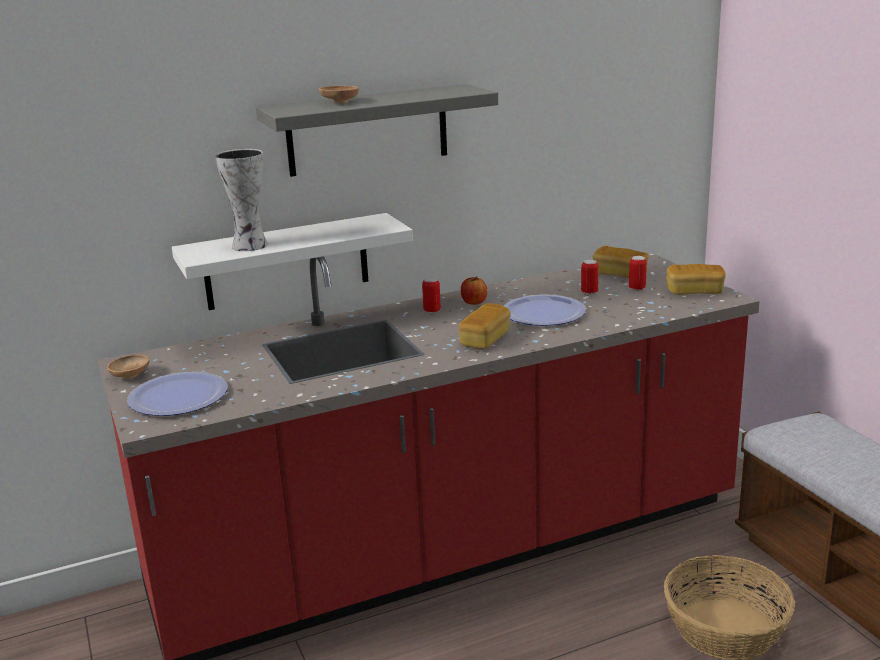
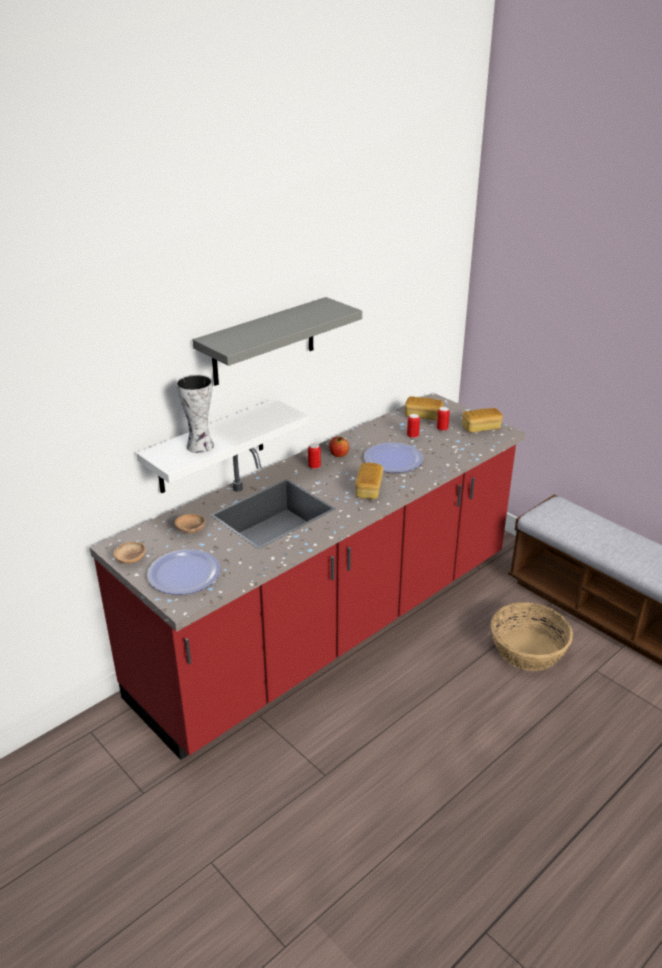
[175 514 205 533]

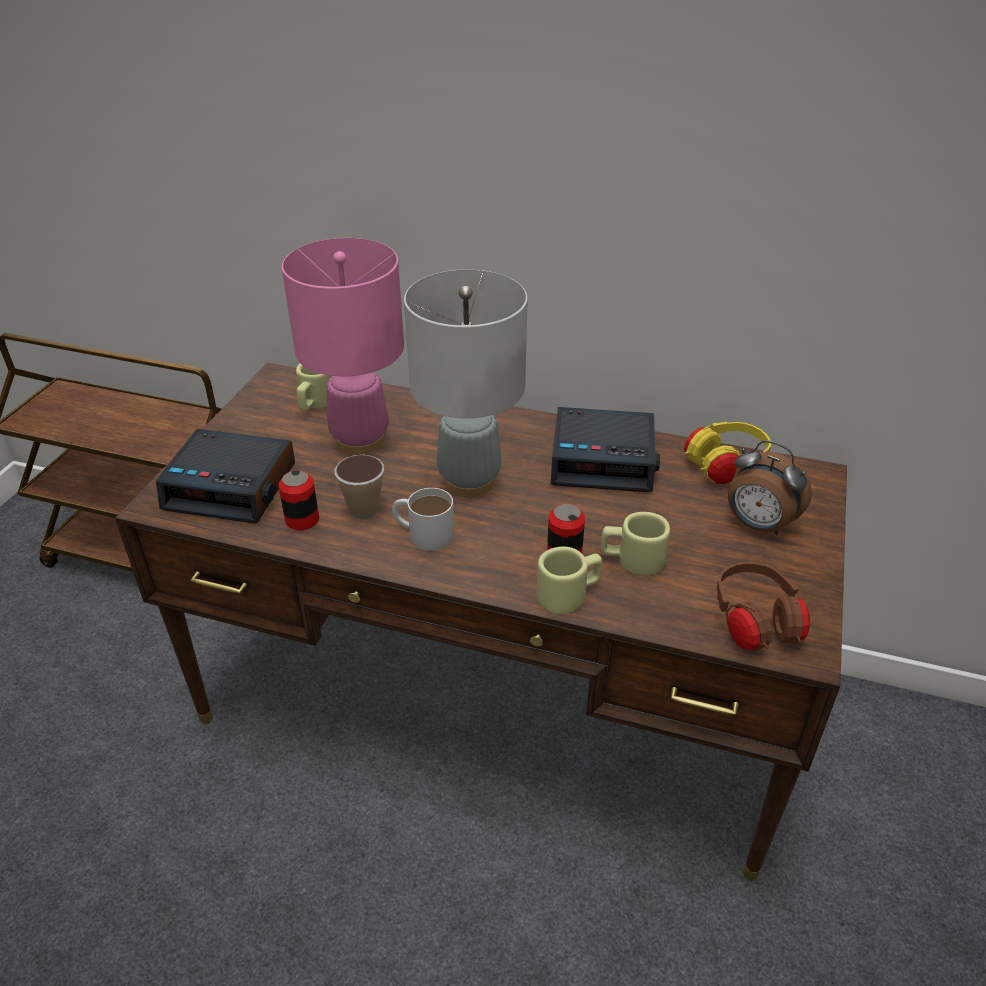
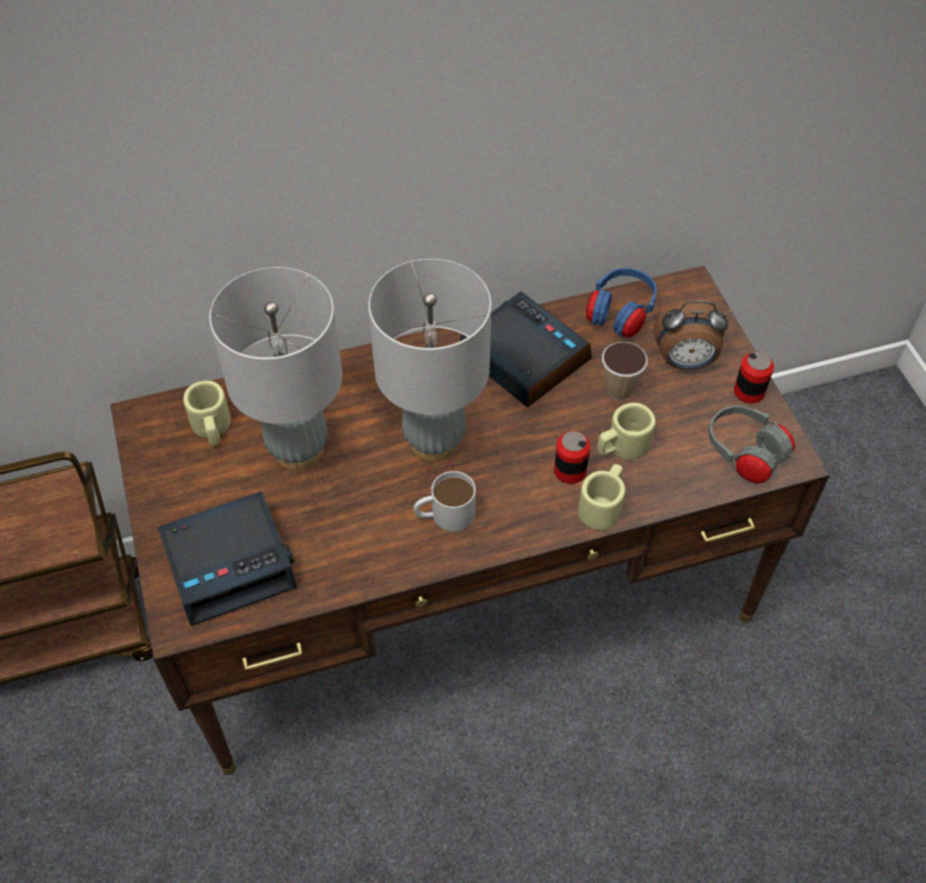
[734 352 774 404]
[209 267 342 470]
[602 342 648 400]
[460 292 592 408]
[586 268 657 338]
[708 405 795 484]

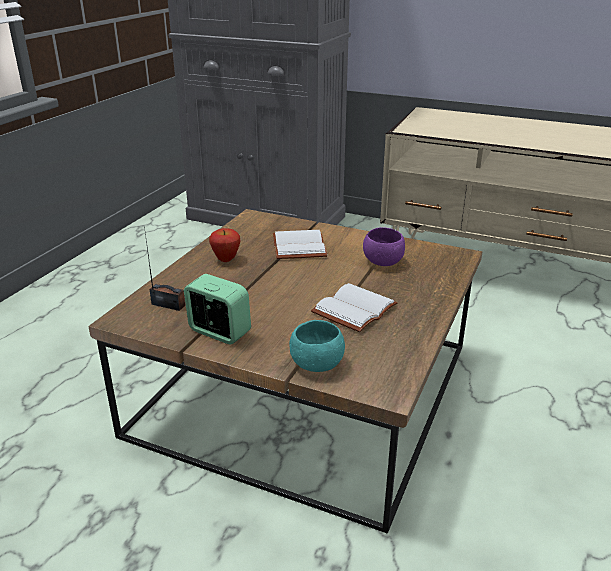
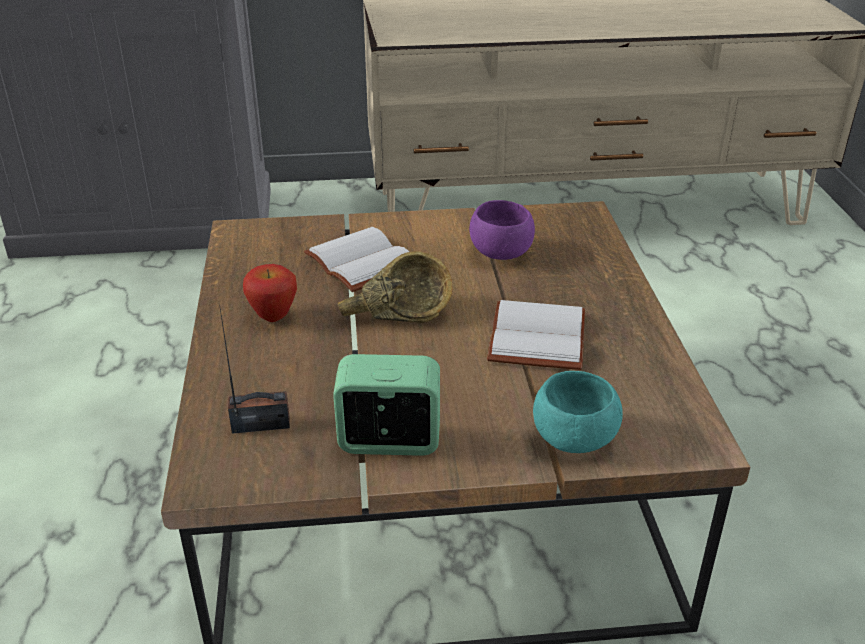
[338 251 453 323]

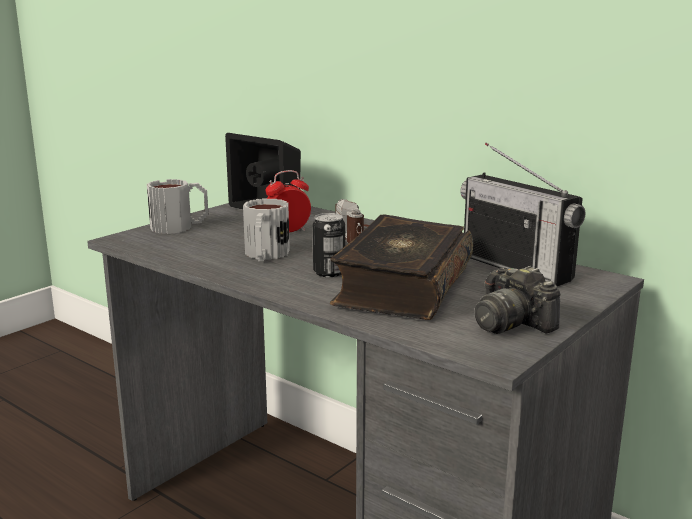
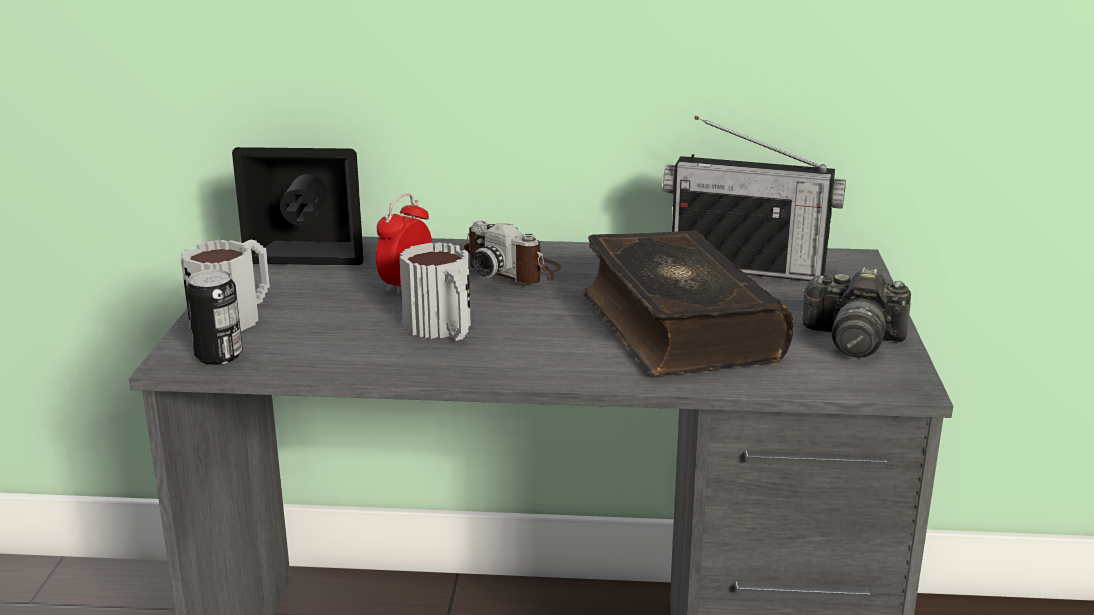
[186 269 243 365]

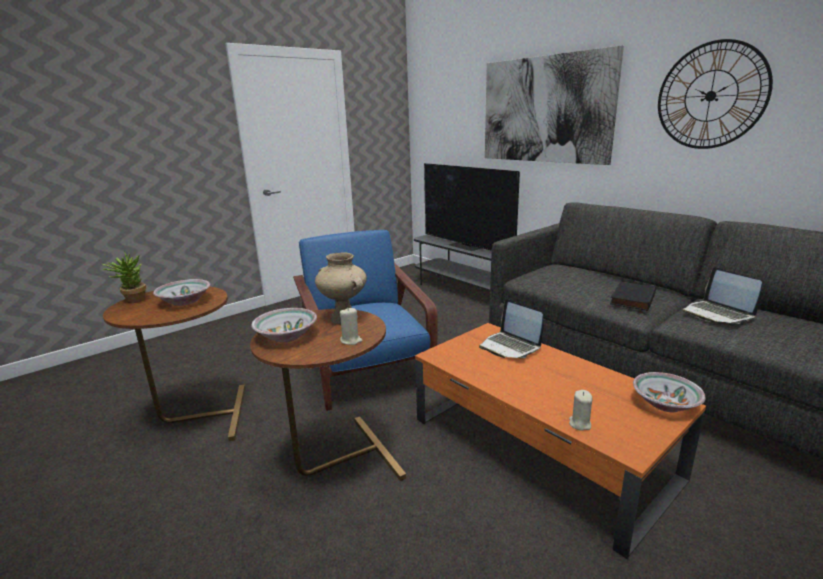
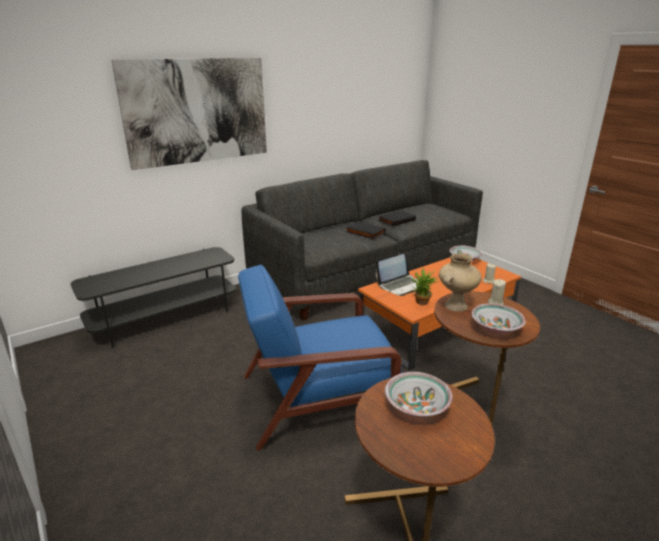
[412 267 439 305]
[424 163 520 251] (first image)
[658 39 773 149] (first image)
[379 210 416 226]

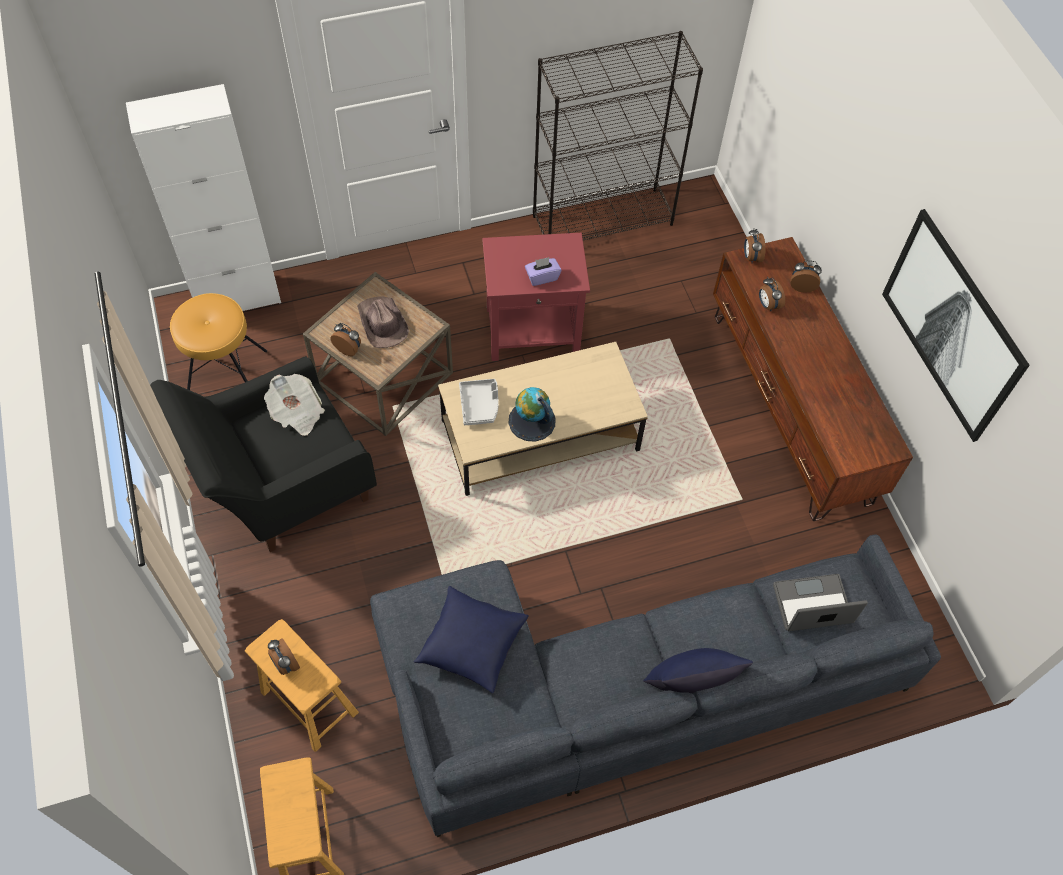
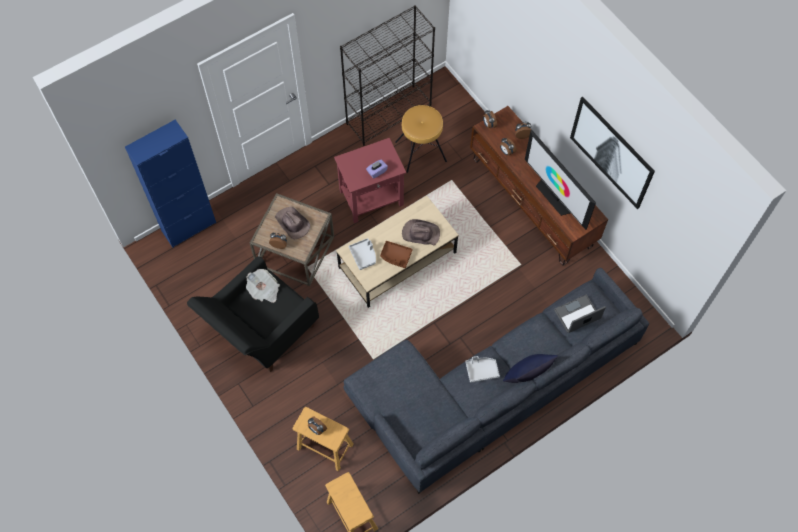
[125 120 216 247]
[395 105 447 173]
[413 586 529 694] (first image)
[380 241 413 268]
[402 219 440 246]
[465 356 500 383]
[525 130 596 230]

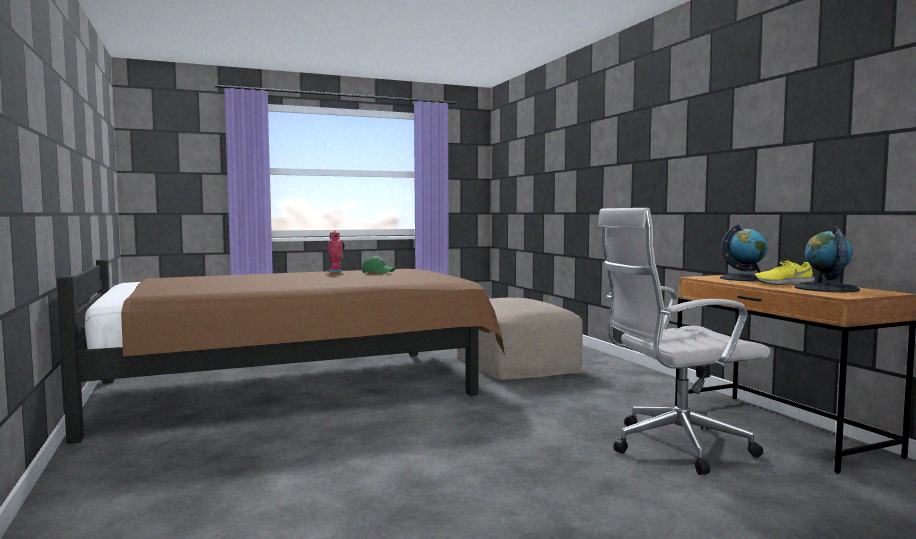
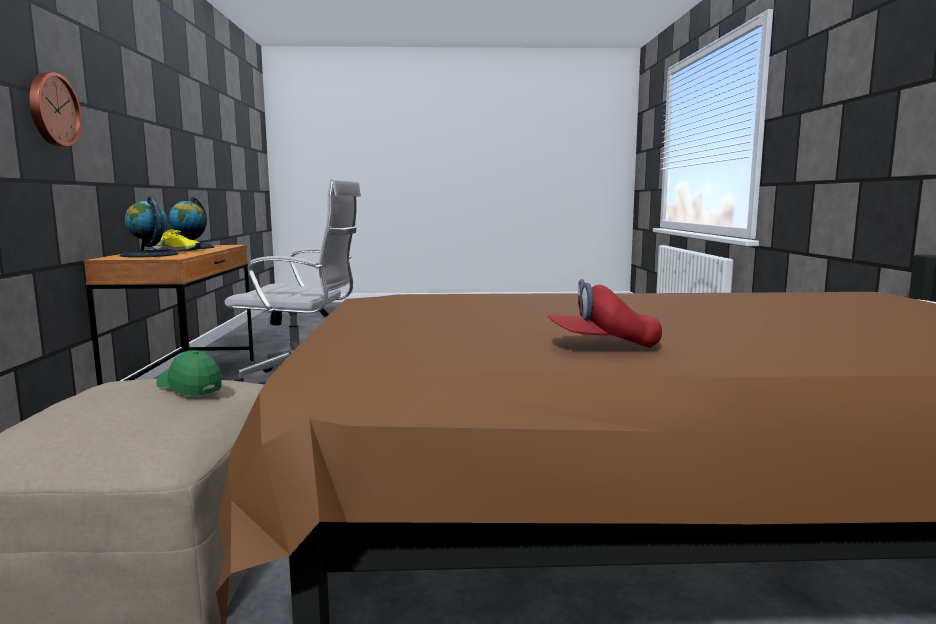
[548 279 662 348]
[156 350 222 396]
[29 72 82 147]

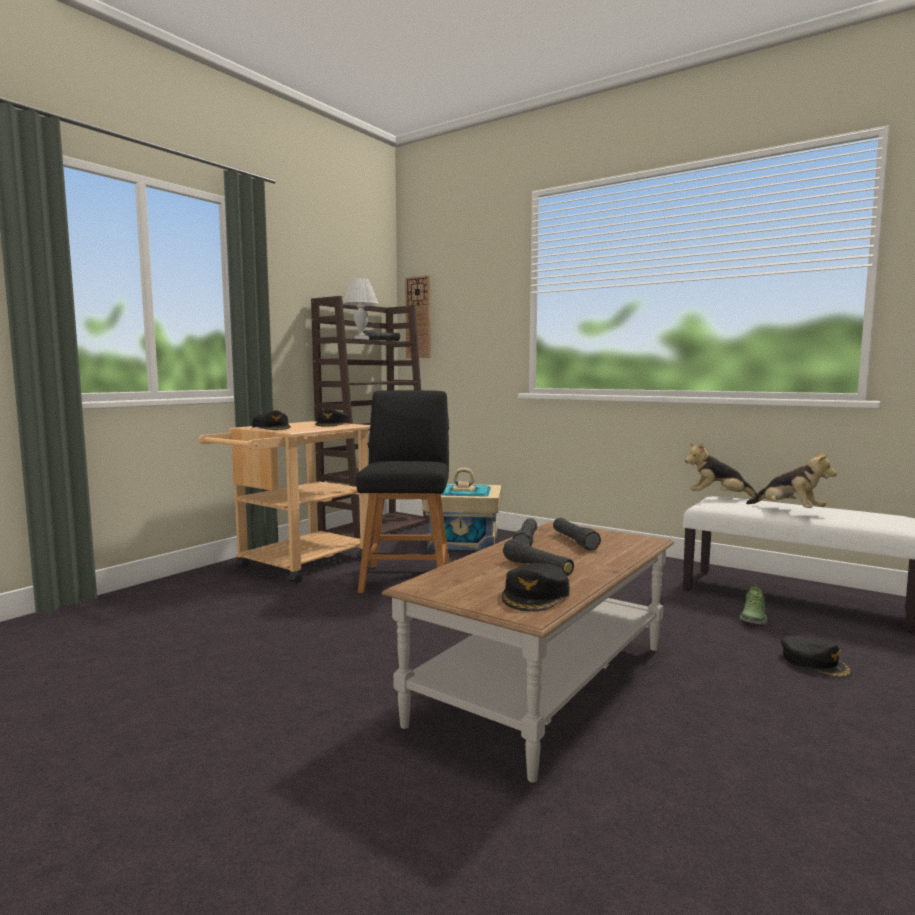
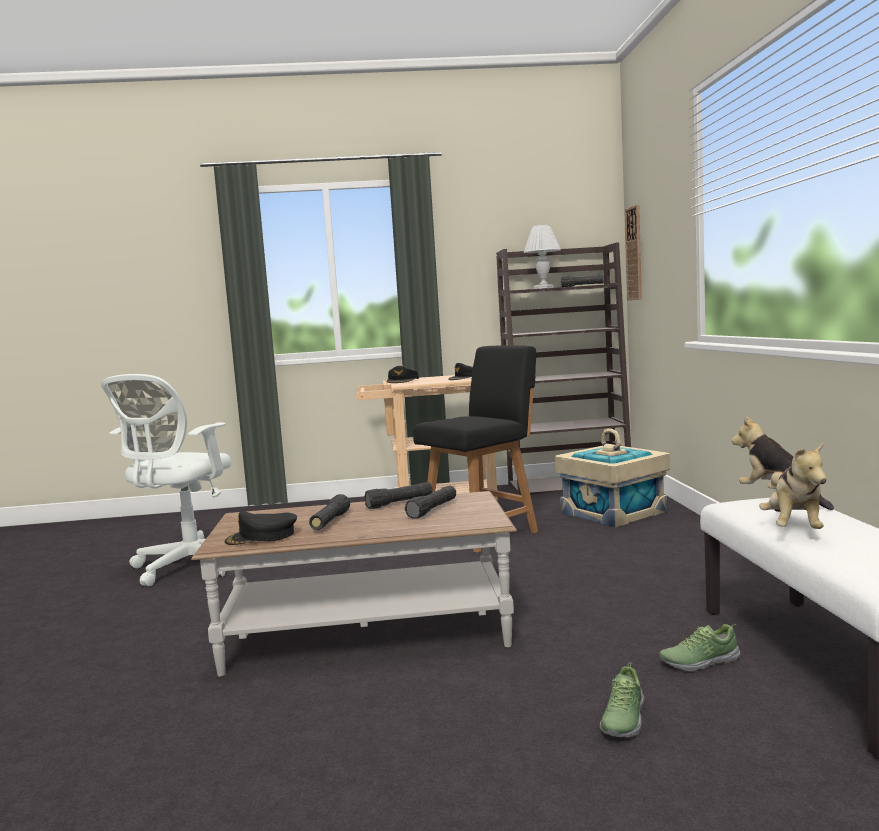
[600 662 644 737]
[101 374 231 586]

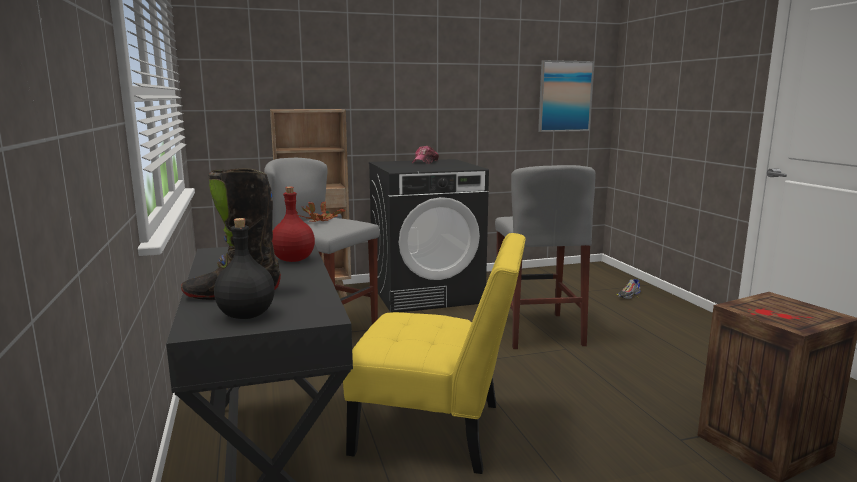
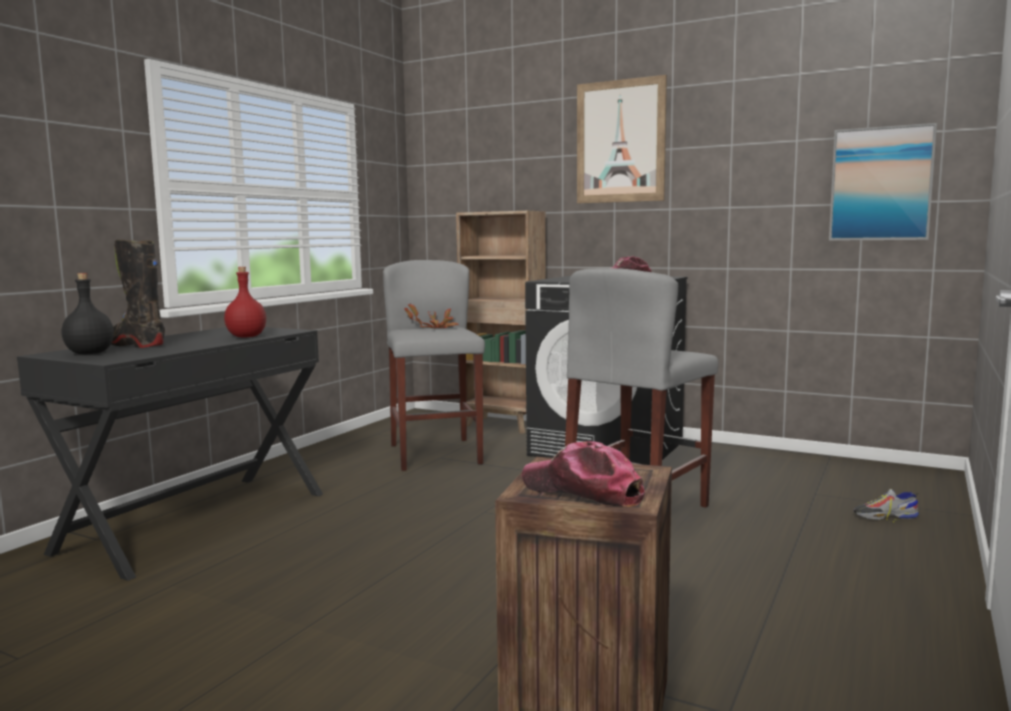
[343 233 526 474] (first image)
[522 441 645 507]
[577 75 667 203]

